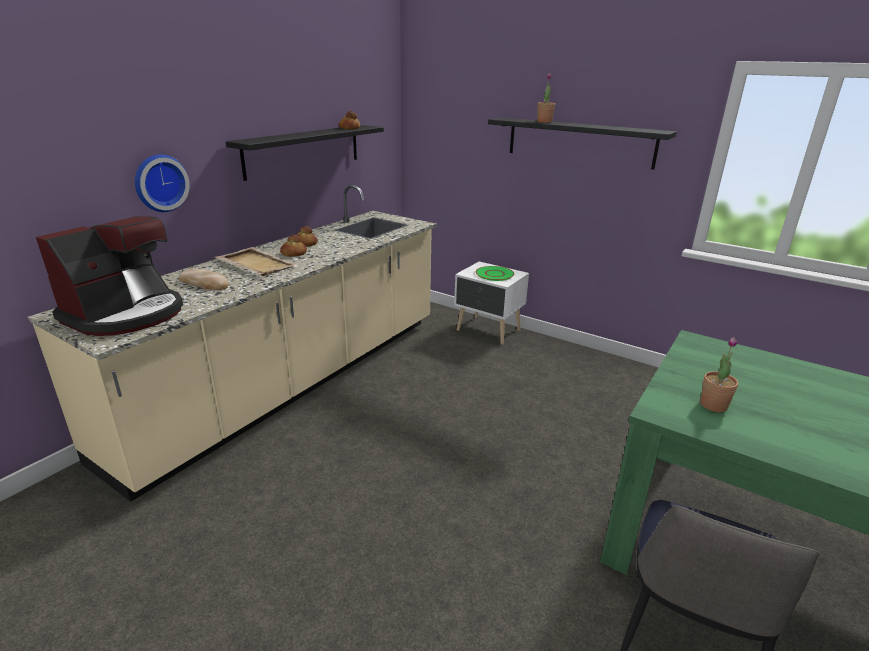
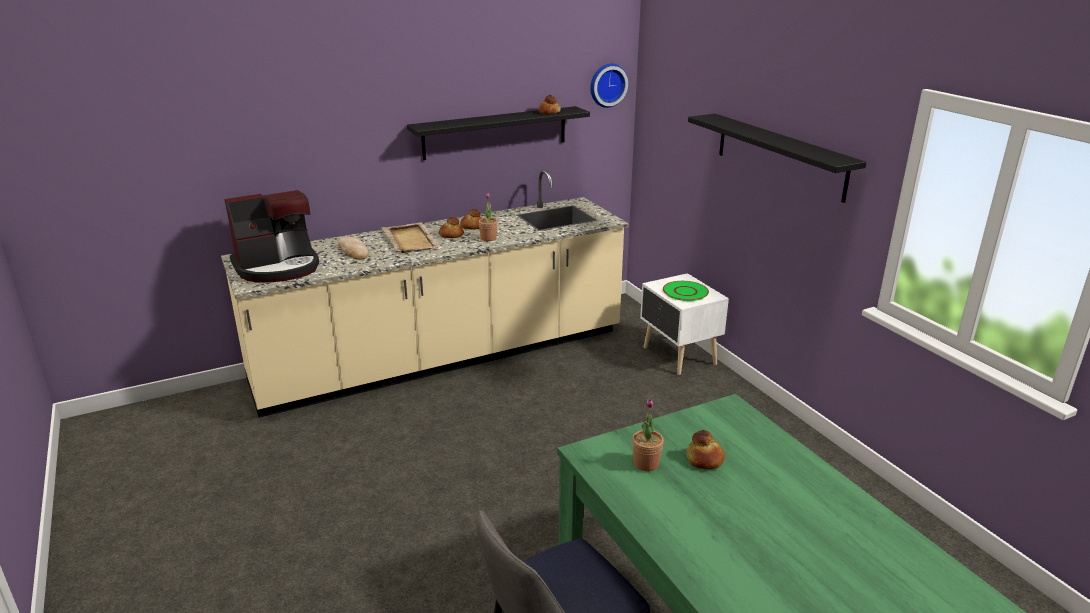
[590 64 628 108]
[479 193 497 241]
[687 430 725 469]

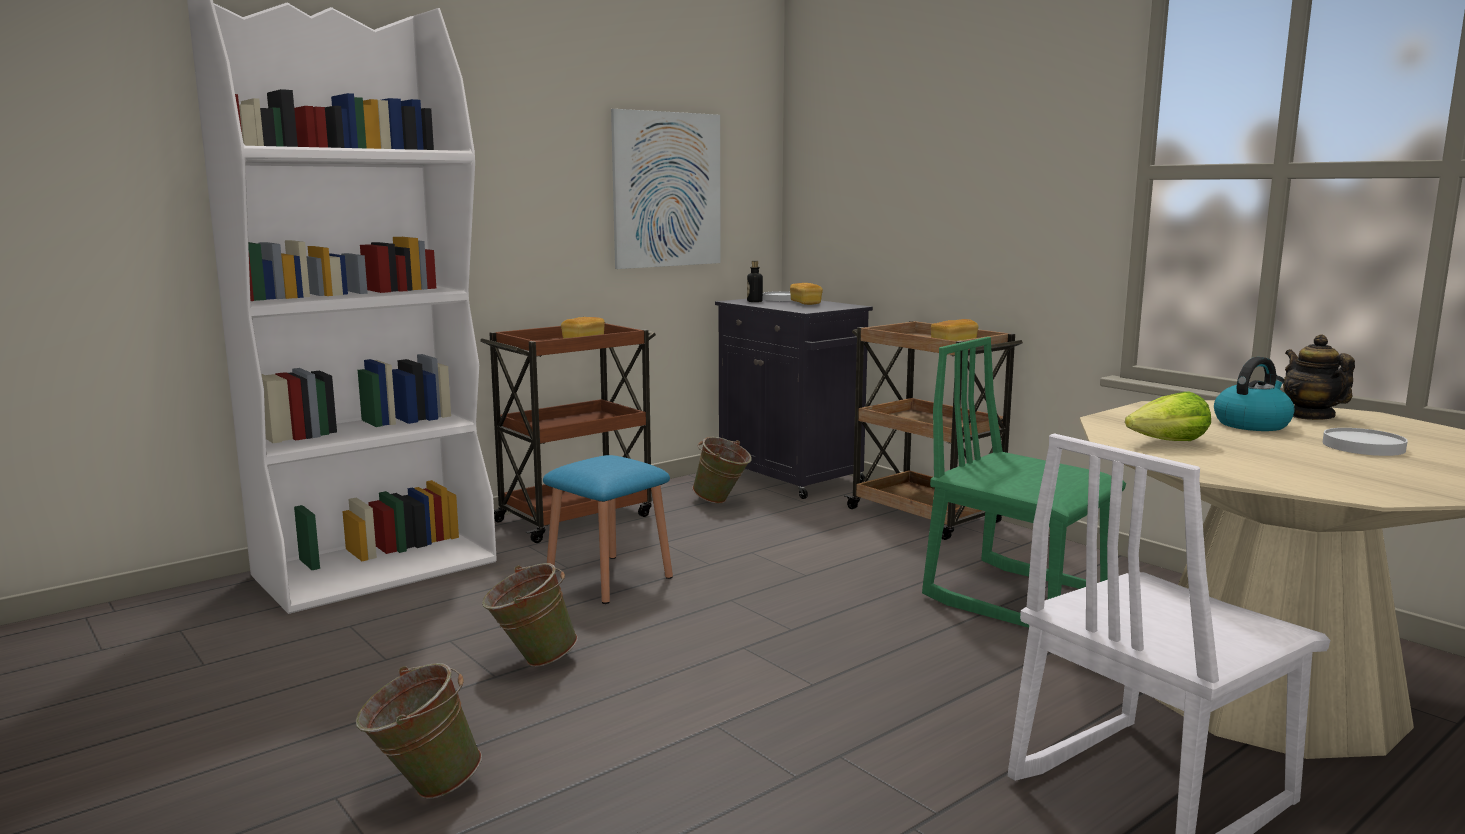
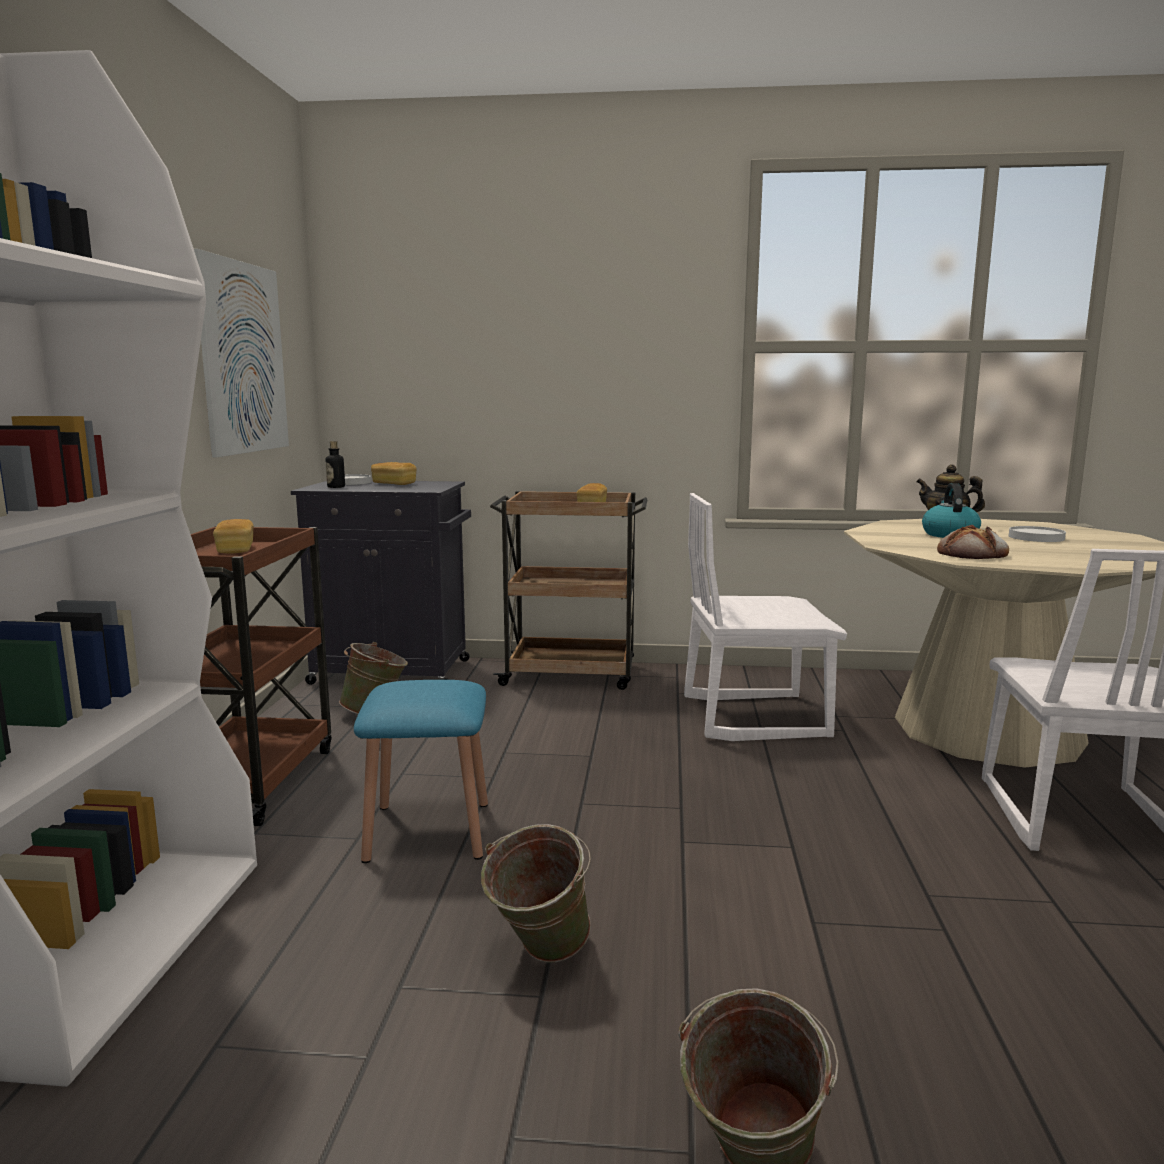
[684 493 847 741]
[937 525 1009 559]

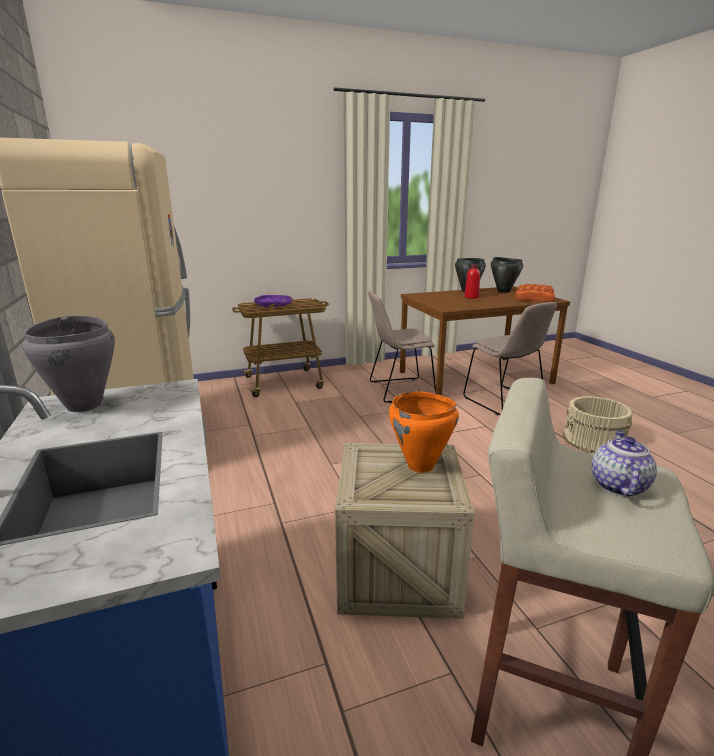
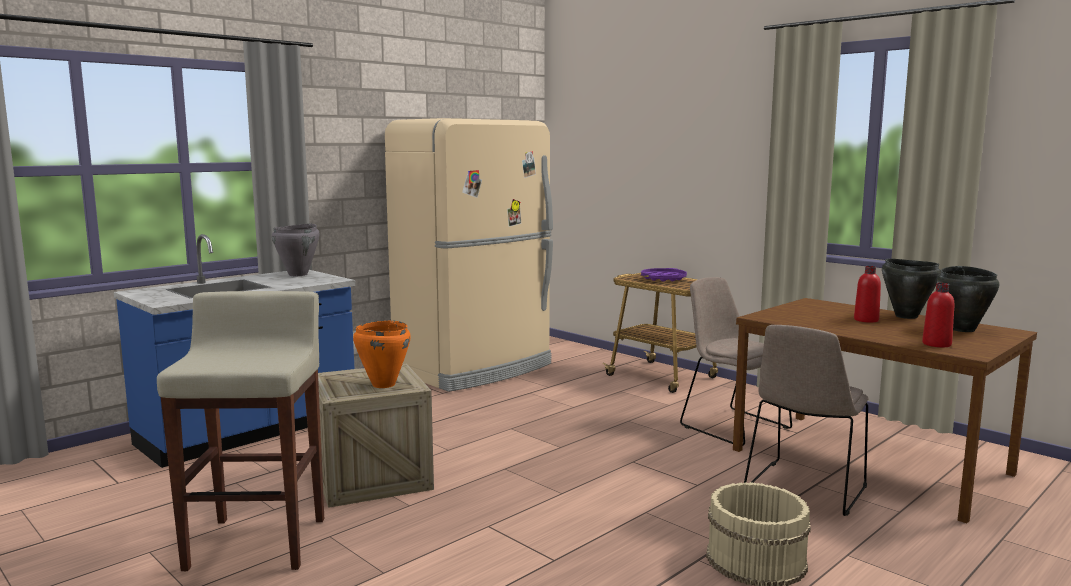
[922 283 954 347]
[592 430 657 496] (first image)

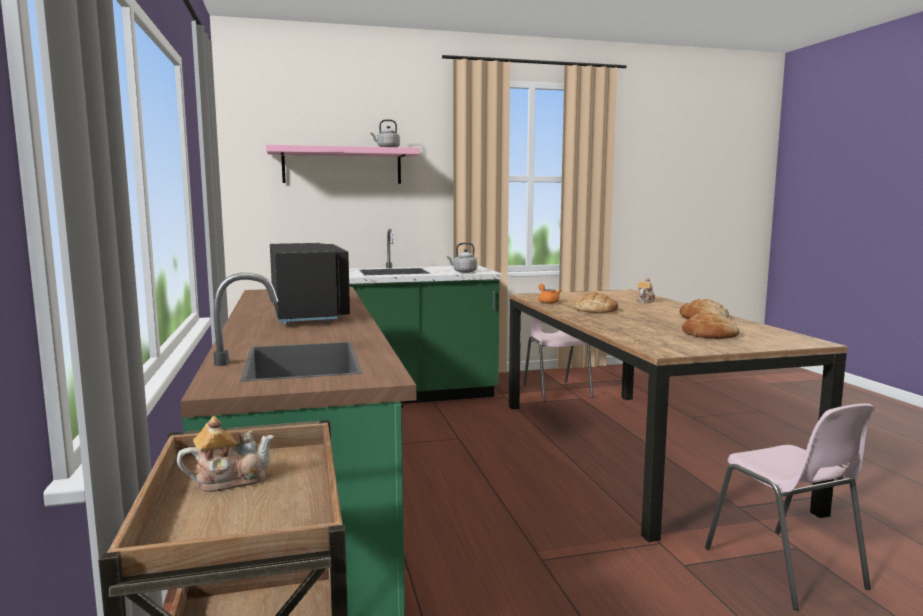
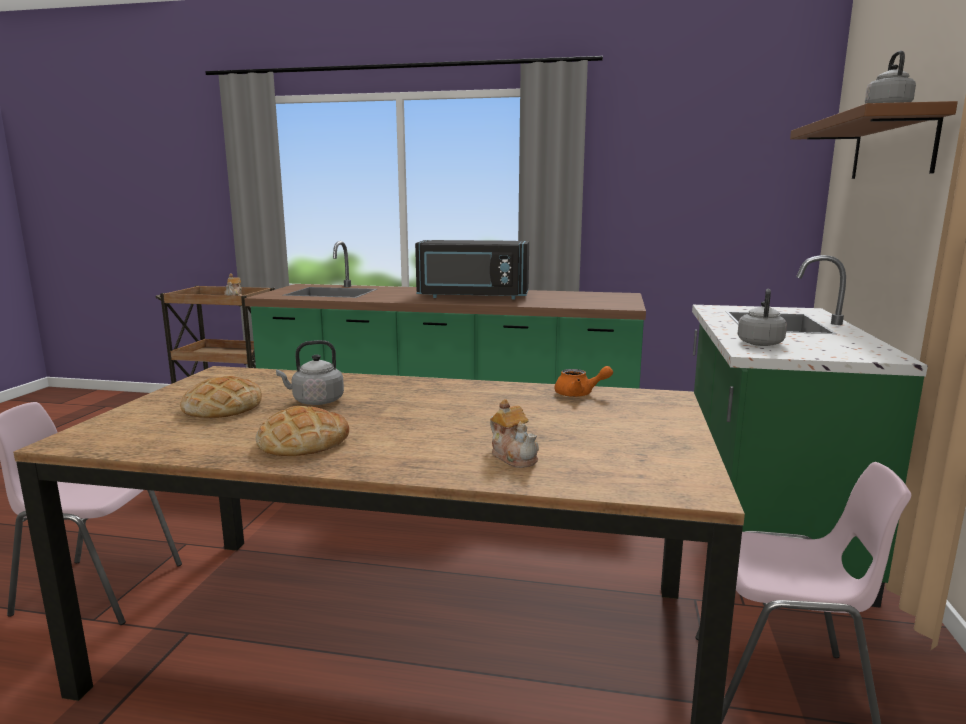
[790 101 958 179]
[574 293 618 313] (first image)
[276 340 344 405]

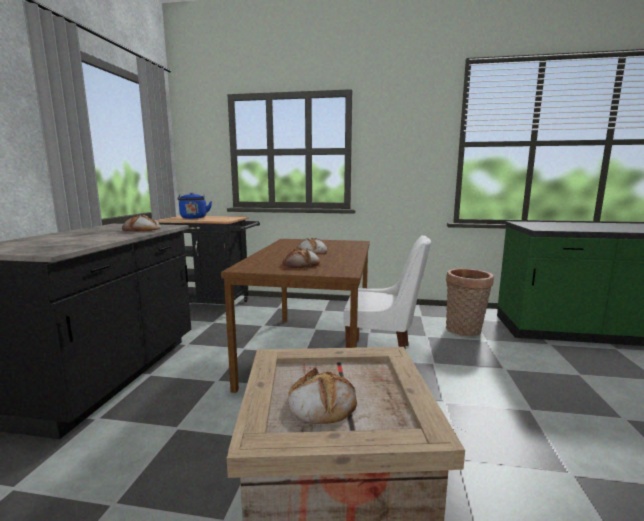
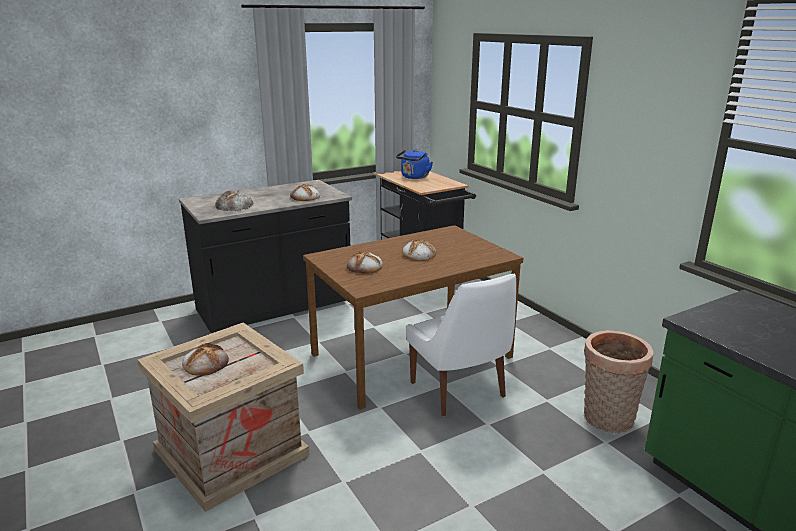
[215 190 253 211]

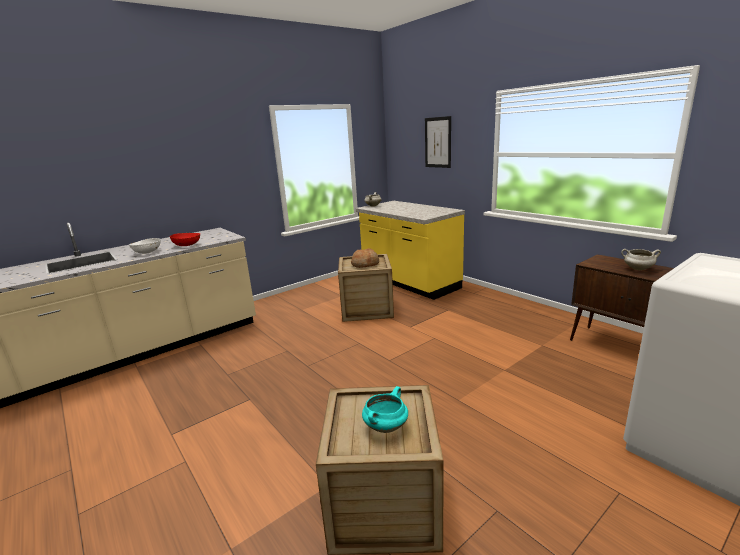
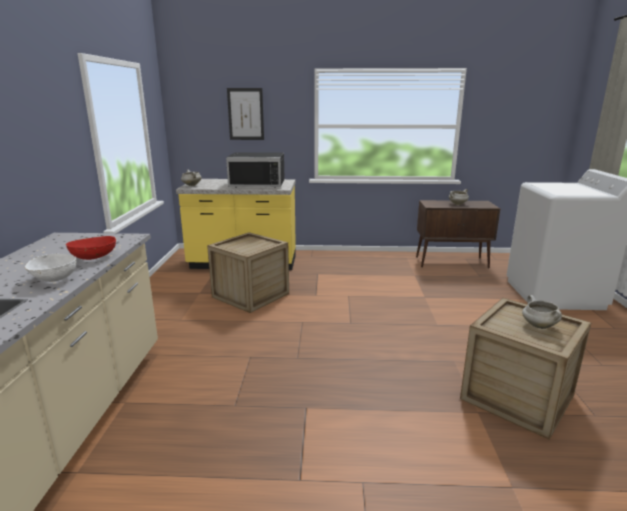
[351 248 379 268] (first image)
[522 295 562 329]
[226 152 285 188]

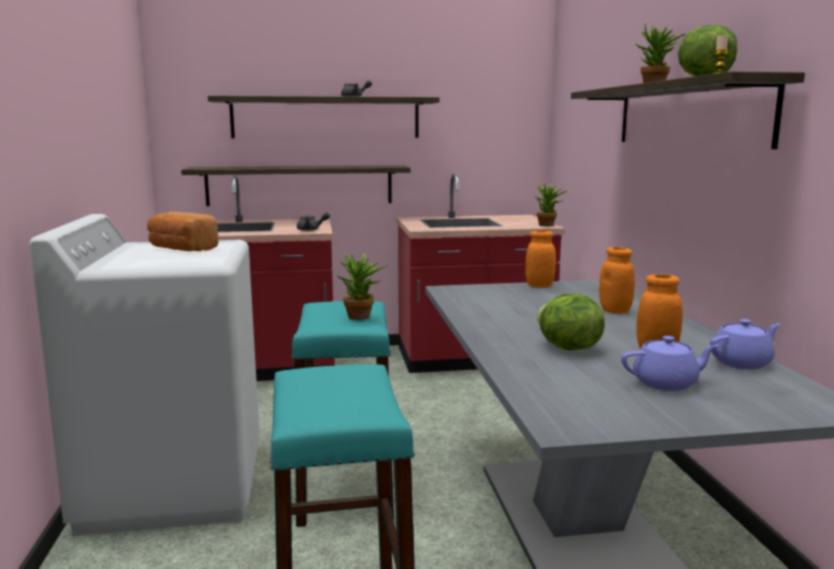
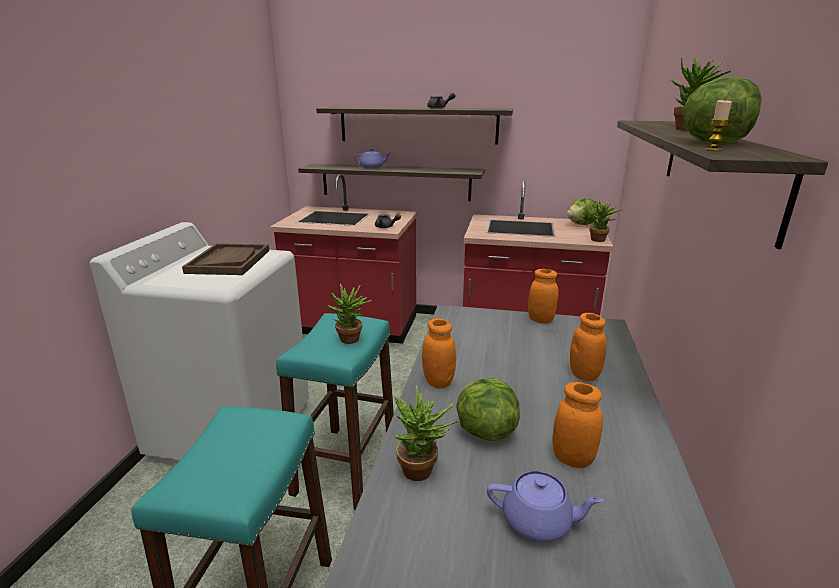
[182 243 269 275]
[354 148 392 169]
[394 385 460 481]
[422 318 456 389]
[567 198 597 225]

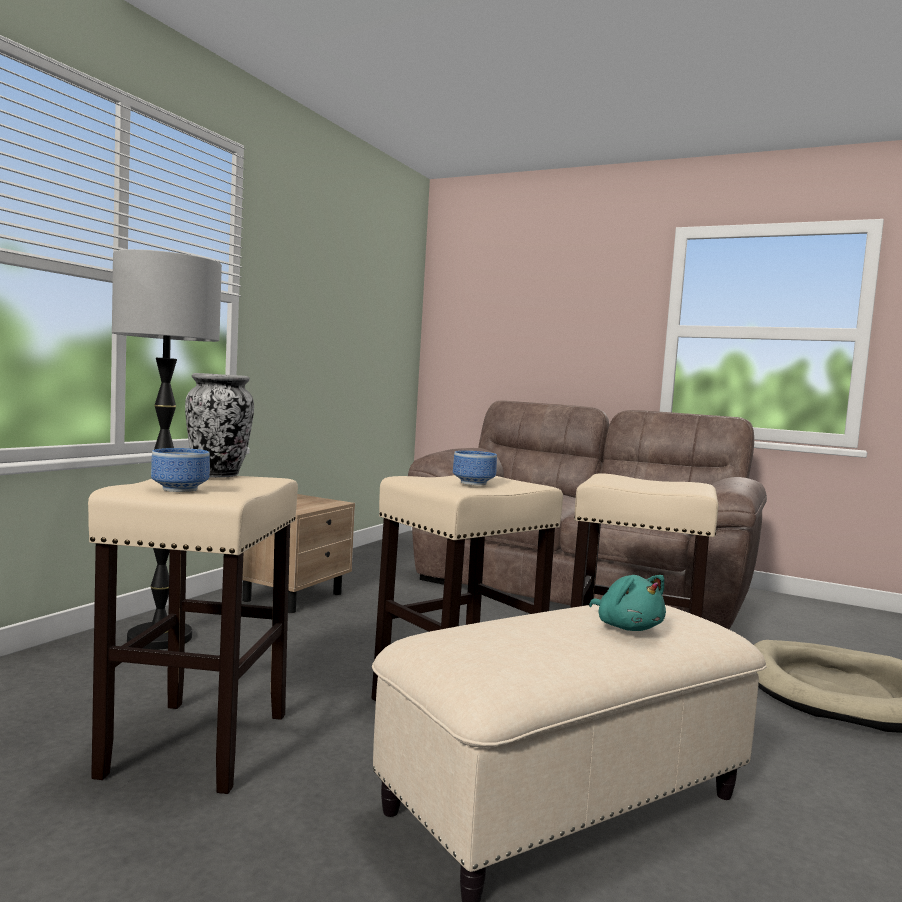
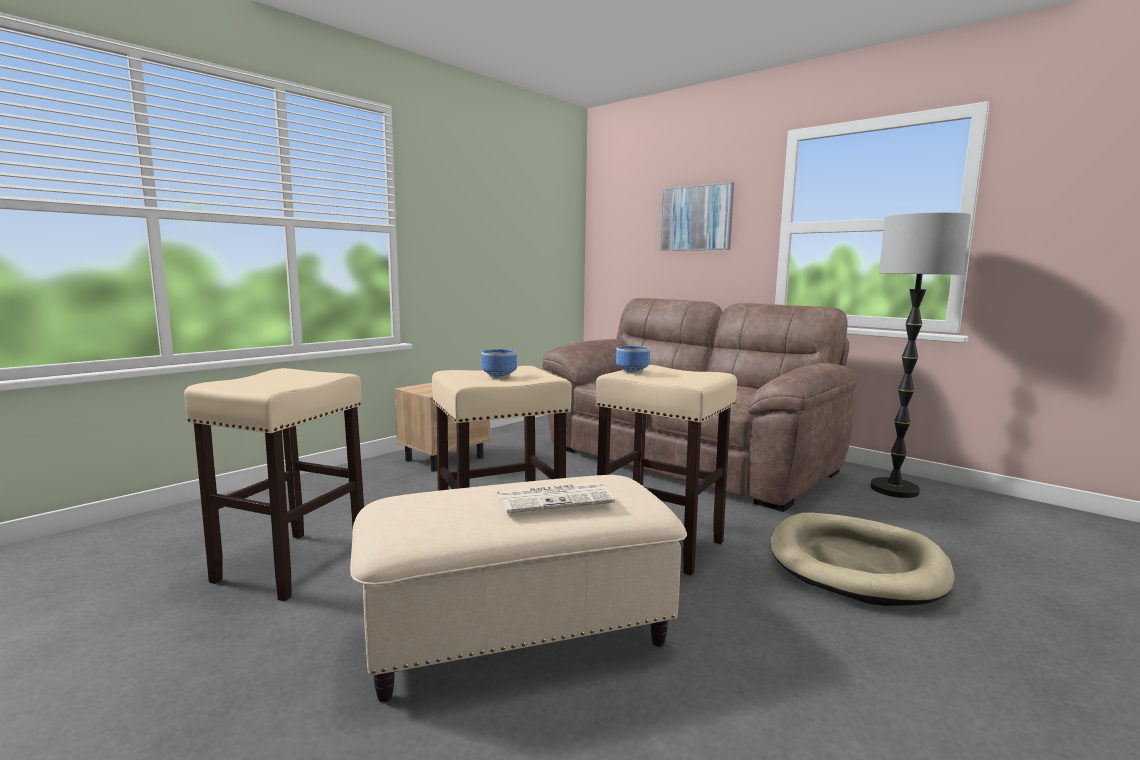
[870 212 971 498]
[616 346 650 373]
[185 373 254 478] (first image)
[497 482 615 513]
[660 182 734 251]

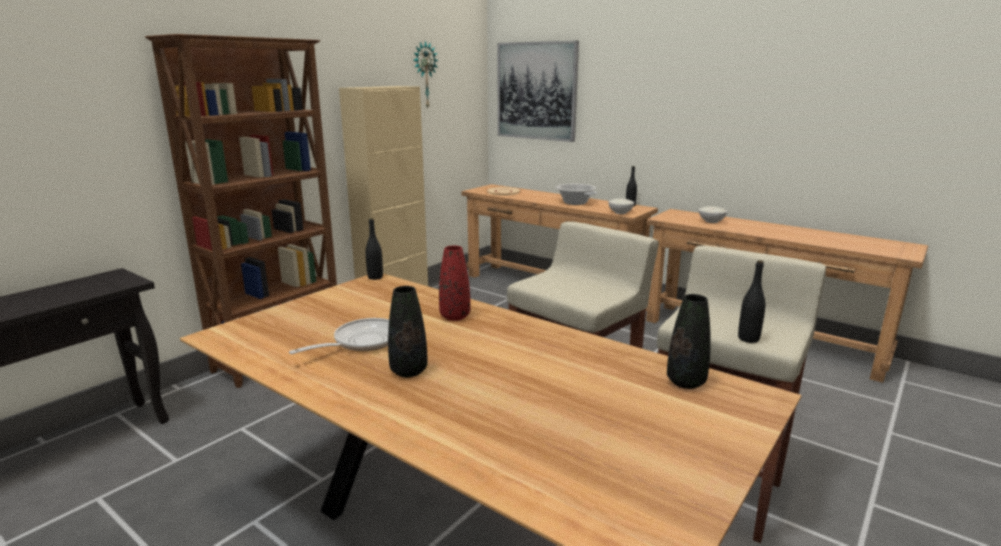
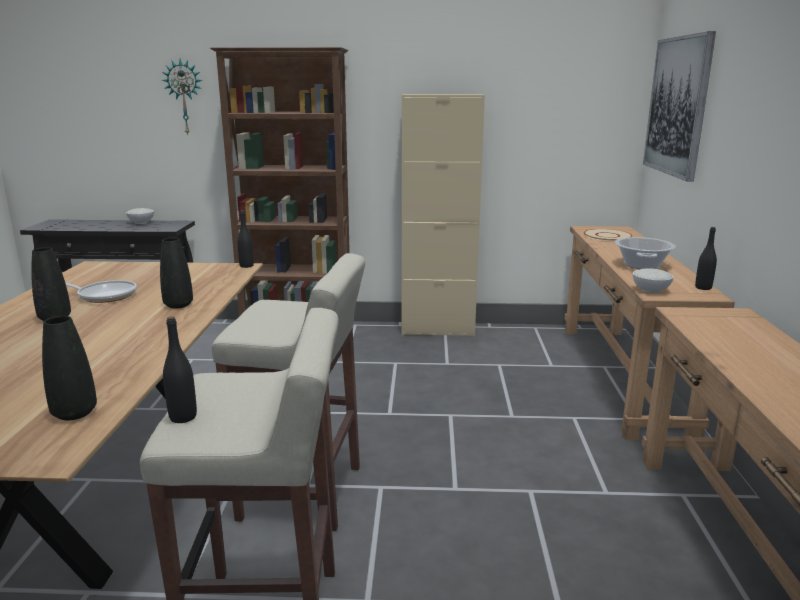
[162 59 202 135]
[160 238 193 309]
[126 208 154 224]

